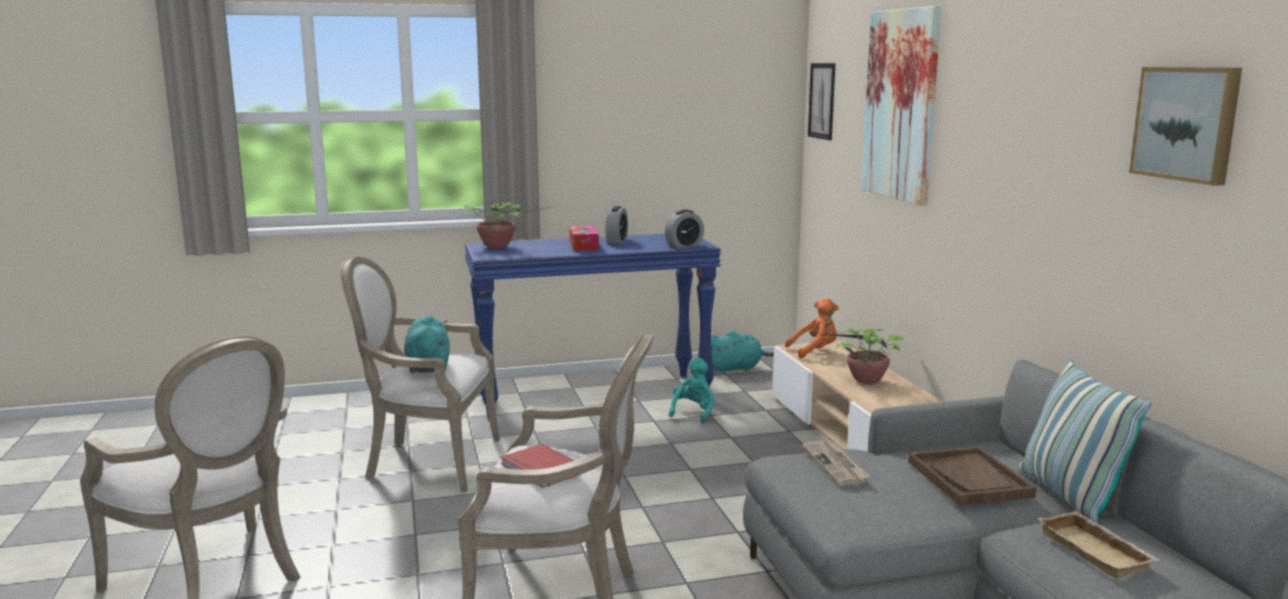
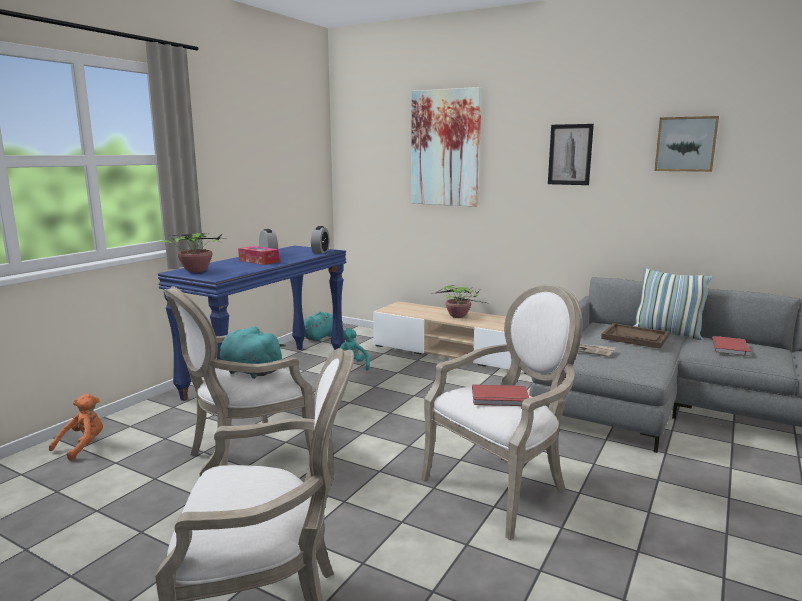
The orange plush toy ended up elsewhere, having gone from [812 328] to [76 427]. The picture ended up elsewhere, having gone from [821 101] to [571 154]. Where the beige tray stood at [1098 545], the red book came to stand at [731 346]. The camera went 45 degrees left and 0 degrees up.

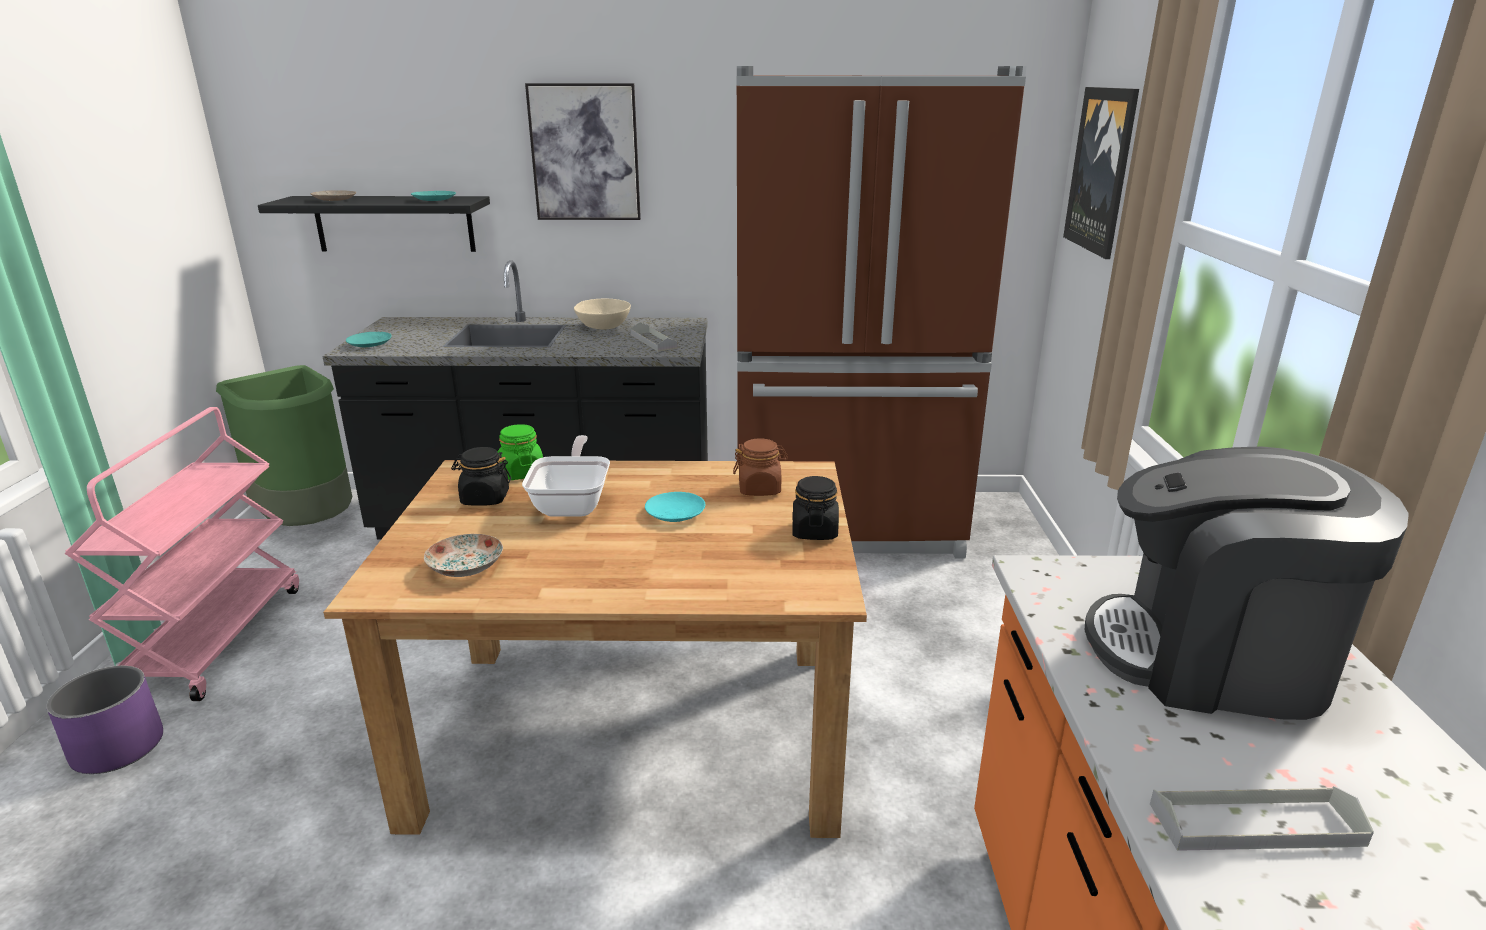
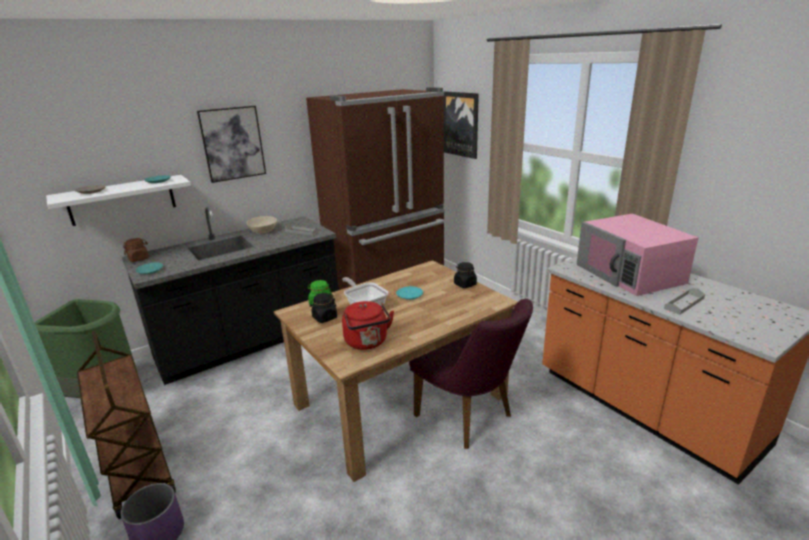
What was the black shelf at [374 224] turned into the white shelf at [118 200]. What was the pink cart at [181 554] turned into the brown cart at [126 425]. The brown jar ended up elsewhere, having gone from [760 467] to [136 250]. Where the plate stood at [463 555], the red kettle came to stand at [368 325]. The second view gained the purple chair at [471 374]. Where the coffee machine stood at [1247 583], the pink microwave came to stand at [637 254]. The camera went 35 degrees left and 0 degrees up.

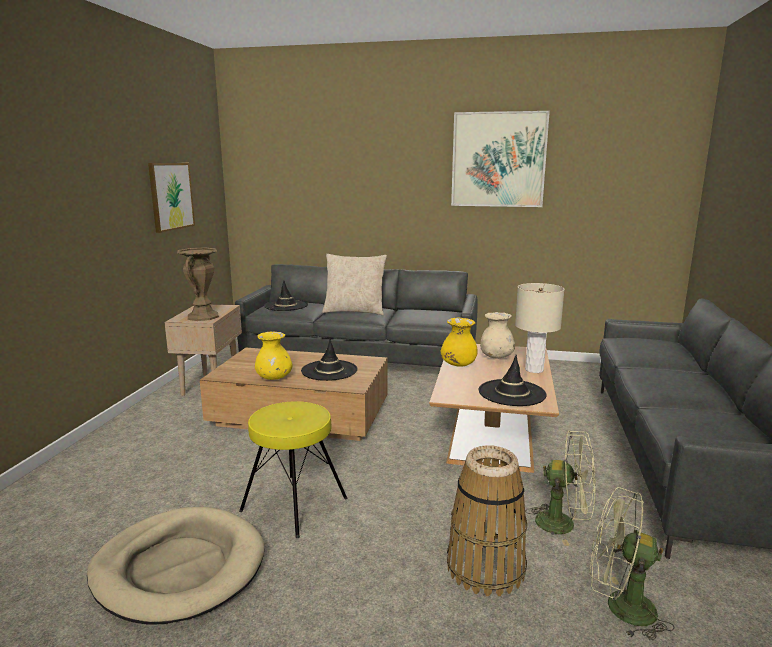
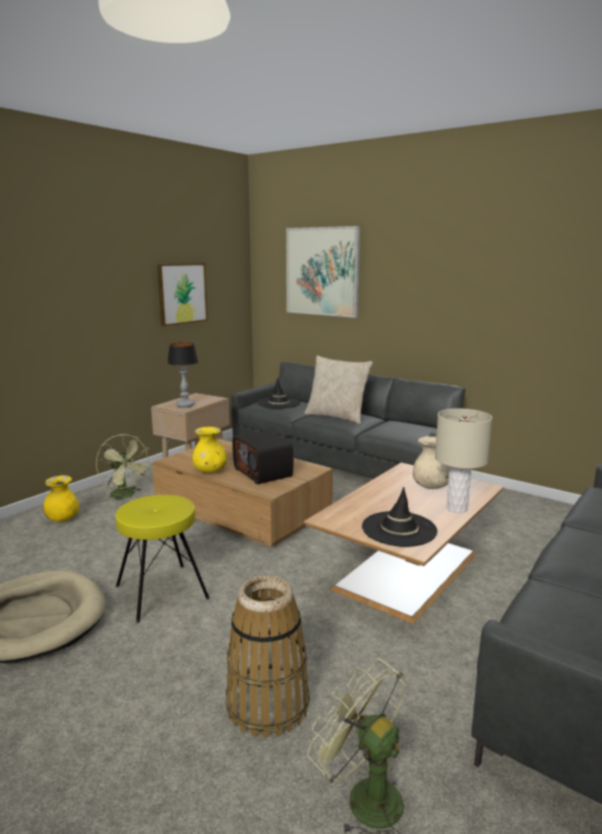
The yellow vase ended up elsewhere, having gone from [459 342] to [61 498]. The green fan ended up elsewhere, having gone from [560 488] to [124 468]. Where the brown vase stood at [198 284], the table lamp came to stand at [182 375]. Where the black hat stood at [329 360], the radio came to stand at [263 457]. The picture ended up elsewhere, having gone from [500 159] to [323 272]. The camera went 25 degrees right and 0 degrees up.

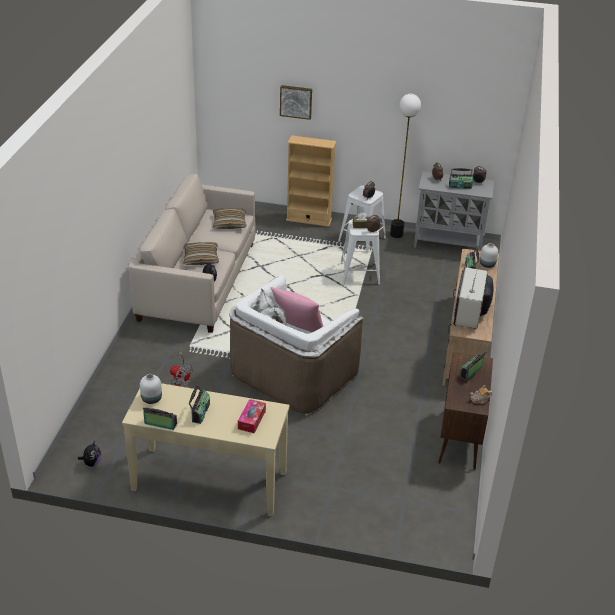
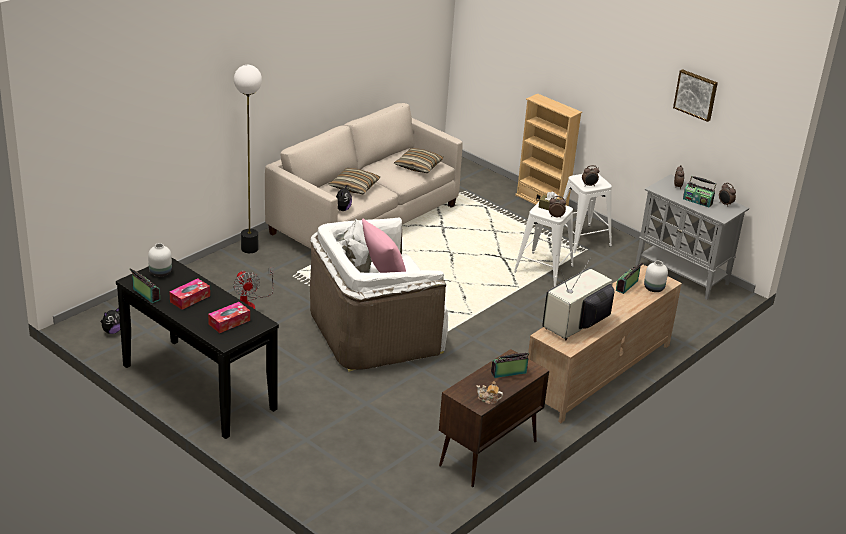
What was the beige console table at [206 449] turned into the black console table at [197 348]. Where the radio stood at [199 404], the tissue box came to stand at [189 294]. The floor lamp ended up elsewhere, having gone from [405 166] to [248 159]. The picture ended up elsewhere, having gone from [296 102] to [695 95]. The camera went 30 degrees right and 5 degrees down.

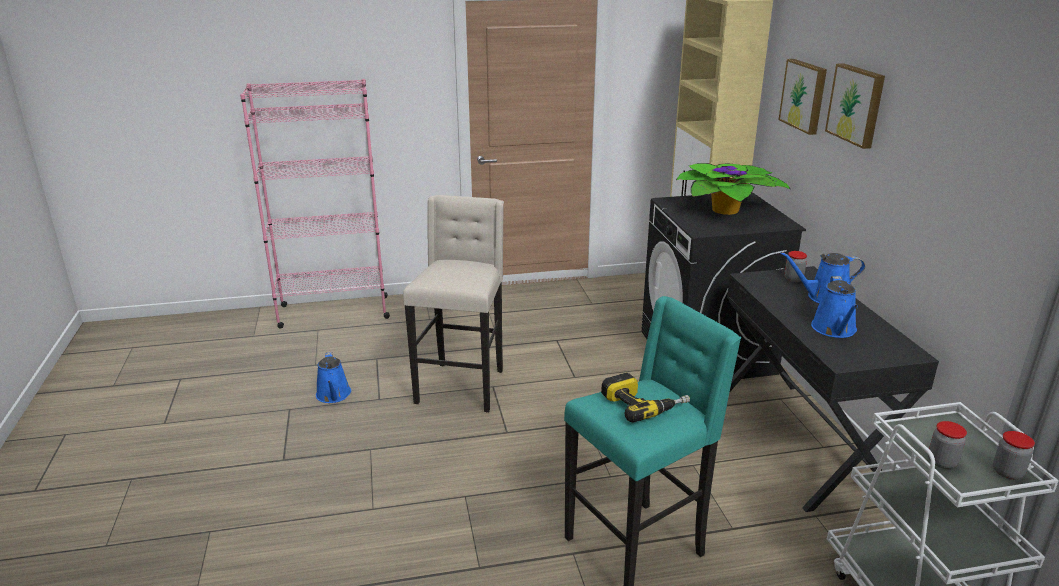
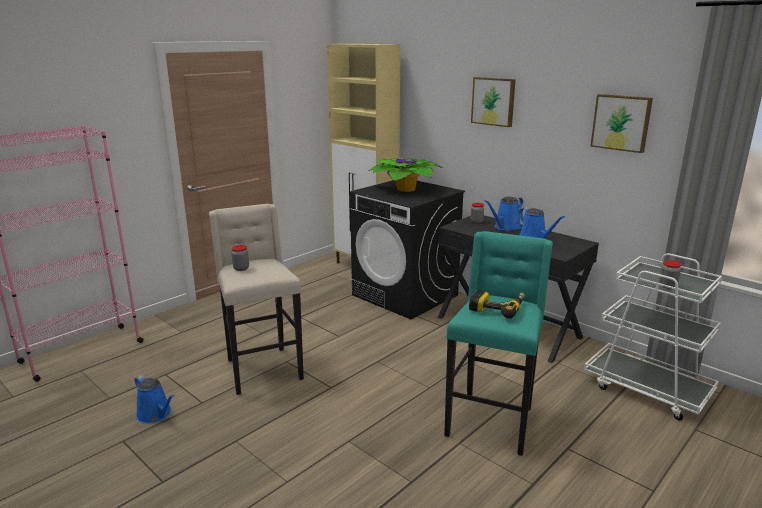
The jar ended up elsewhere, having gone from [1014 455] to [240 258]. The picture ended up elsewhere, having gone from [803 97] to [621 123]. The camera went 35 degrees left and 5 degrees down.

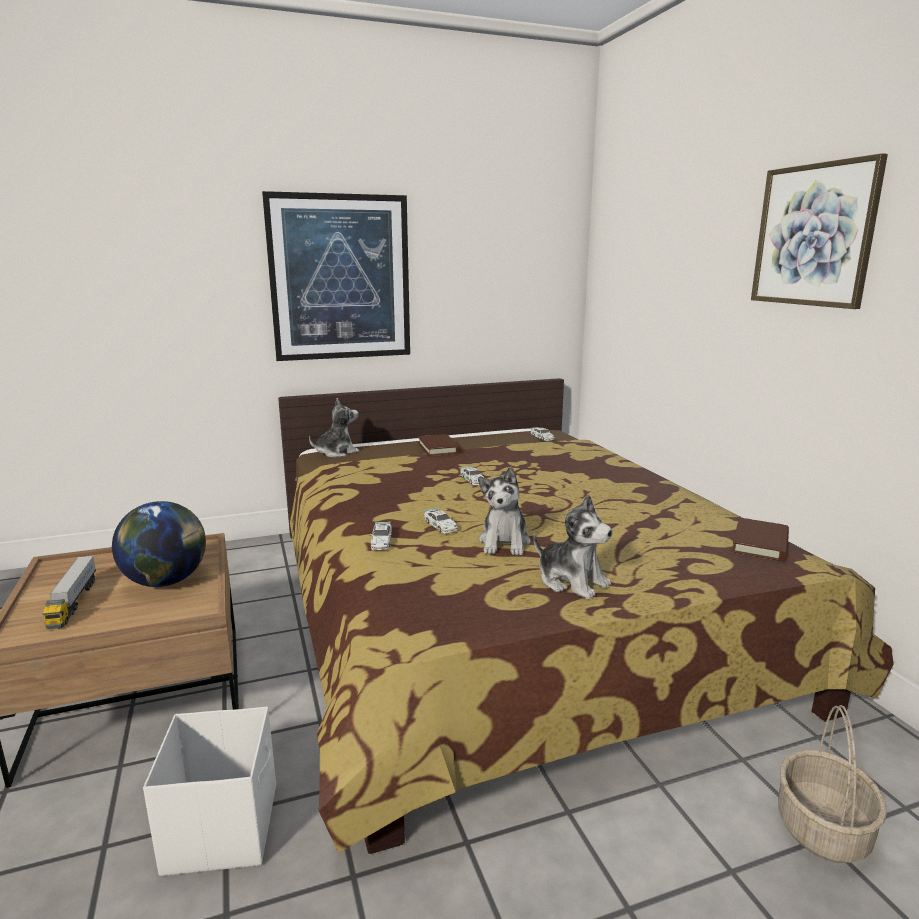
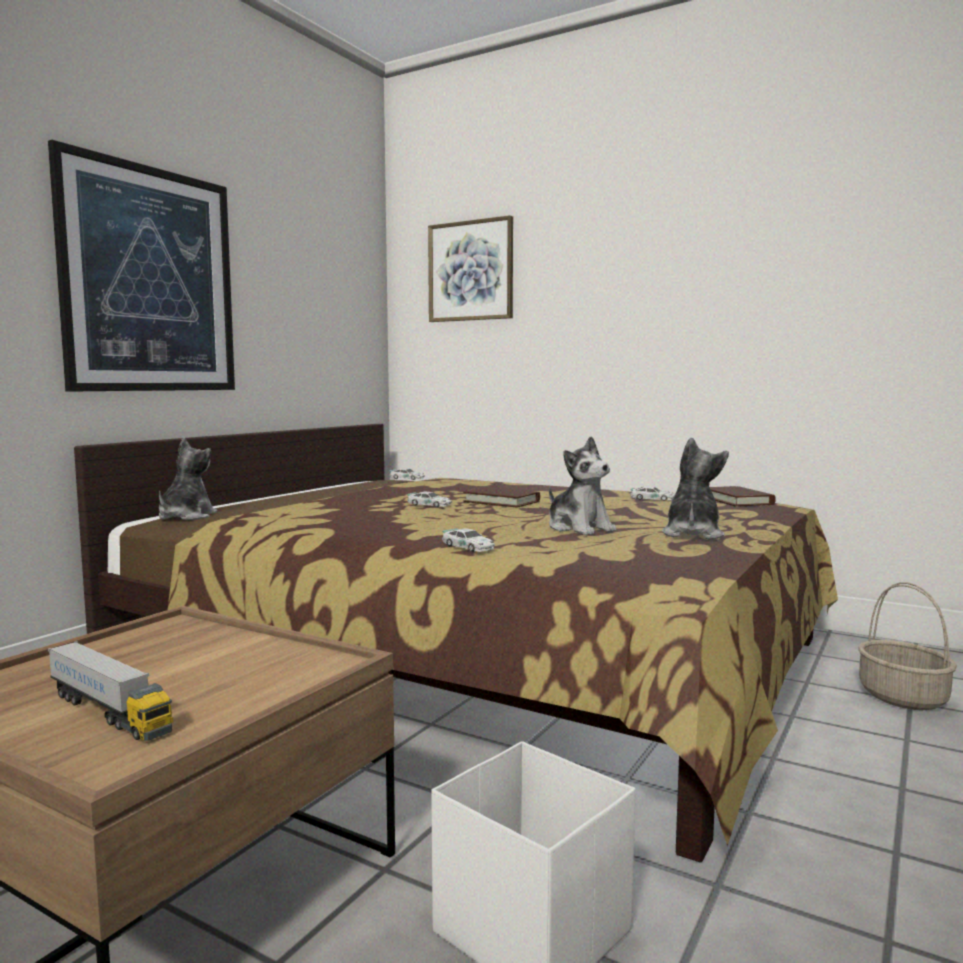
The picture ended up elsewhere, having gone from [819 231] to [470 268]. The brown book ended up elsewhere, having gone from [439 445] to [501 497]. The toy car ended up elsewhere, having gone from [441 520] to [652 493]. The plush toy at [573 546] ended up facing another way, 75 degrees counterclockwise from before. The second view lost the globe at [159 544]. The camera went 40 degrees left and 10 degrees down.

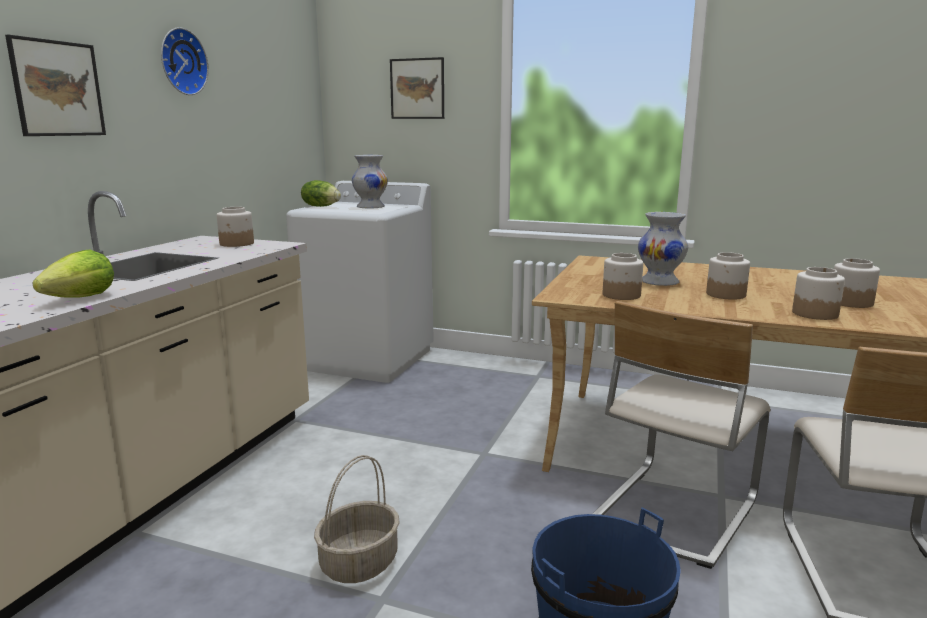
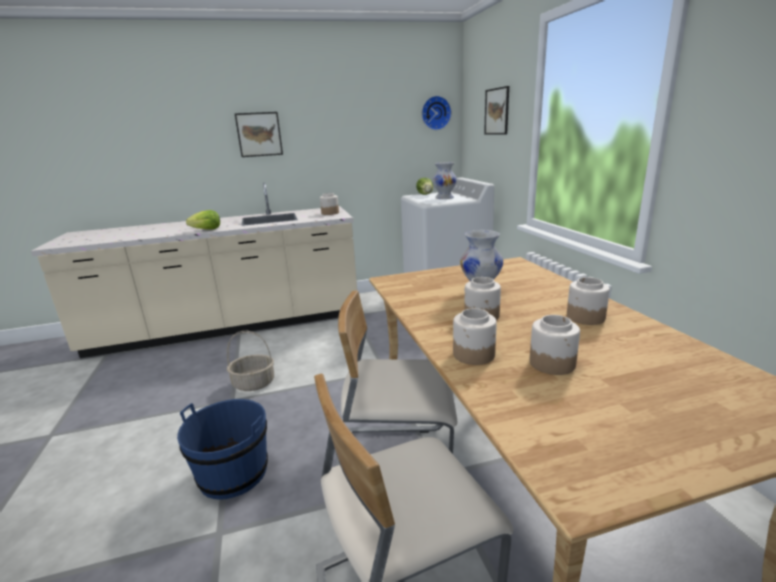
The wall clock ended up elsewhere, having gone from [185 61] to [437 113]. The jar ended up elsewhere, having gone from [623 276] to [588 301]. The camera went 55 degrees right and 5 degrees up.

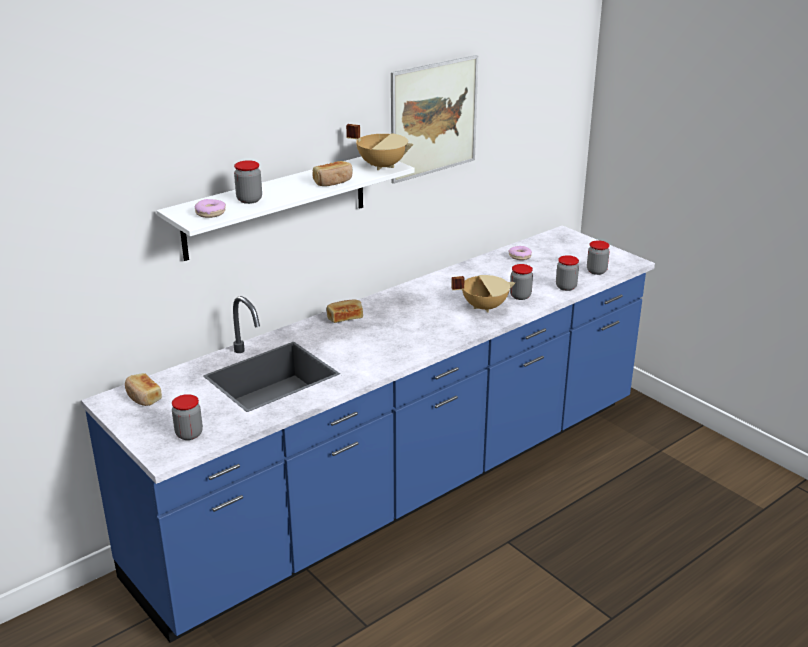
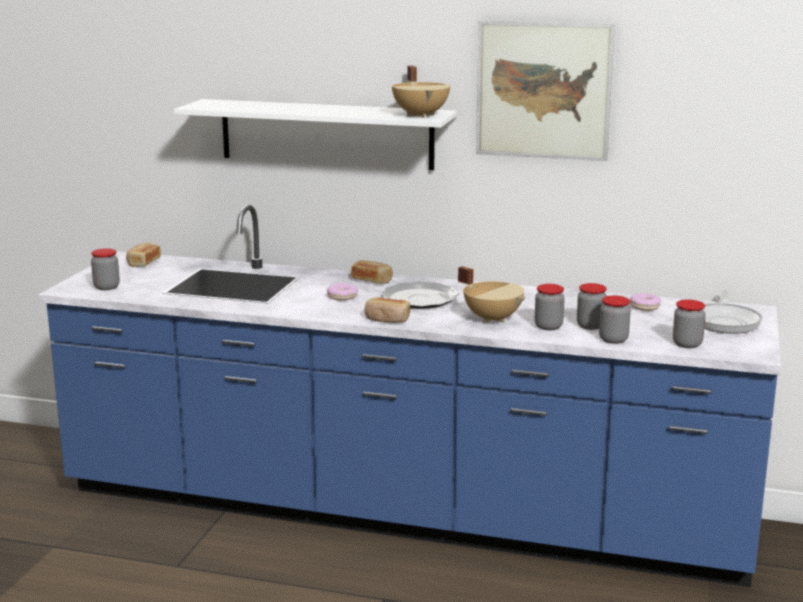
The donut ended up elsewhere, having gone from [210 208] to [342 291]. The bread ended up elsewhere, having gone from [332 173] to [387 310]. The second view gained the plate at [420 295]. The jar ended up elsewhere, having gone from [248 182] to [592 306]. The second view gained the frying pan at [732 312]. The camera went 55 degrees right and 10 degrees down.

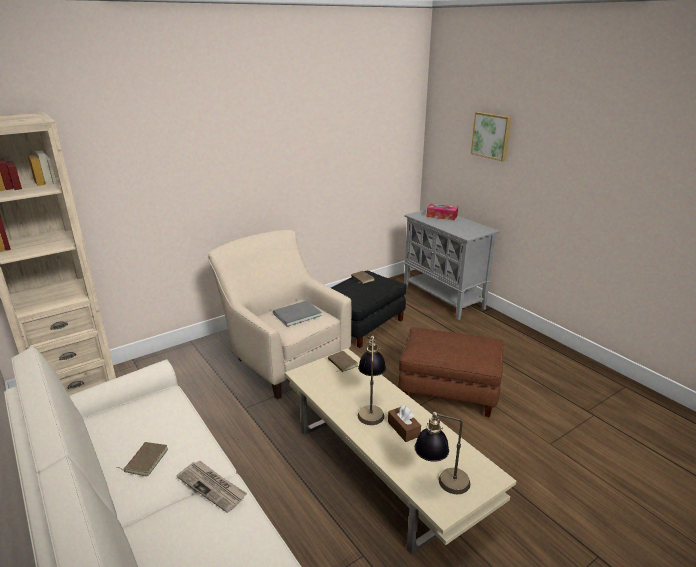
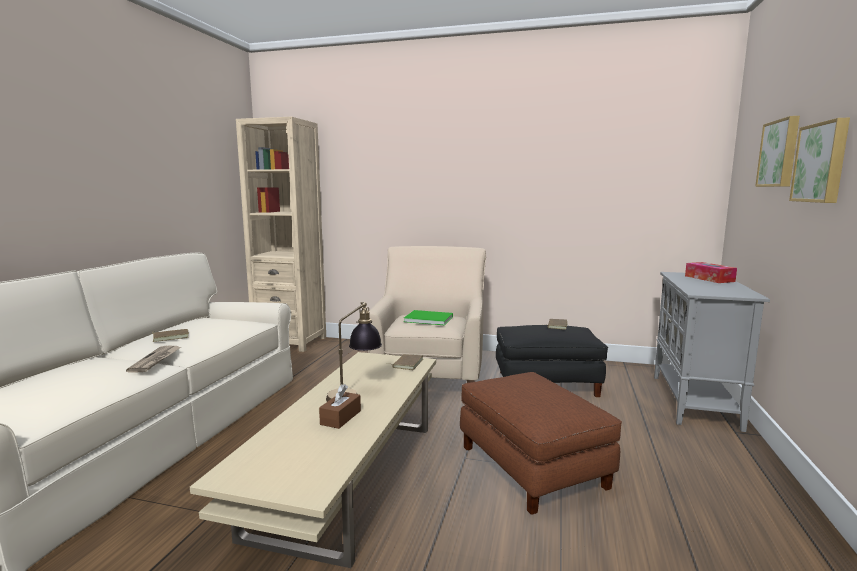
What was the grey book at [297 313] turned into the green book at [428 317]. The second view gained the picture at [819 160]. The second view lost the table lamp at [442 453]. The camera went 50 degrees right and 15 degrees down.

